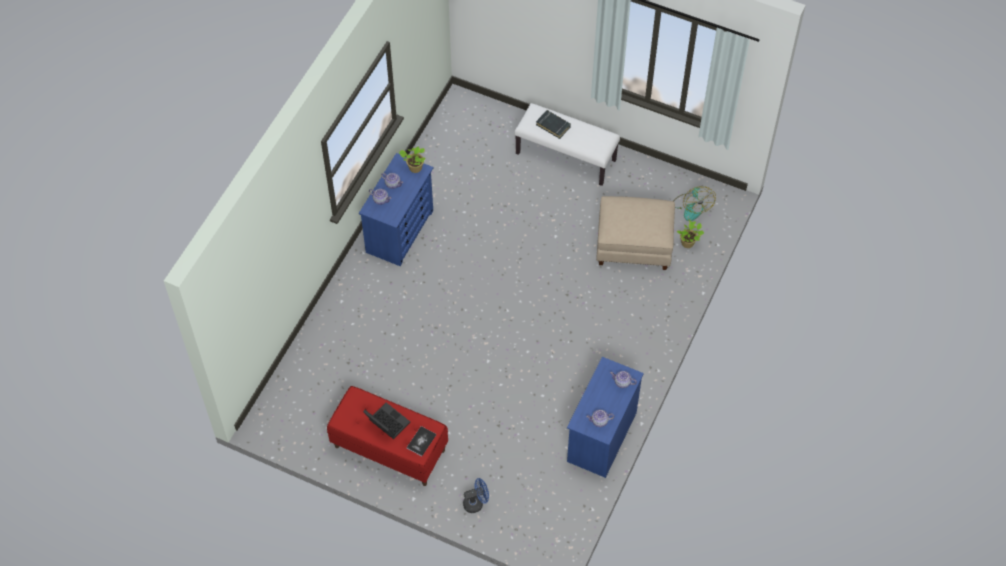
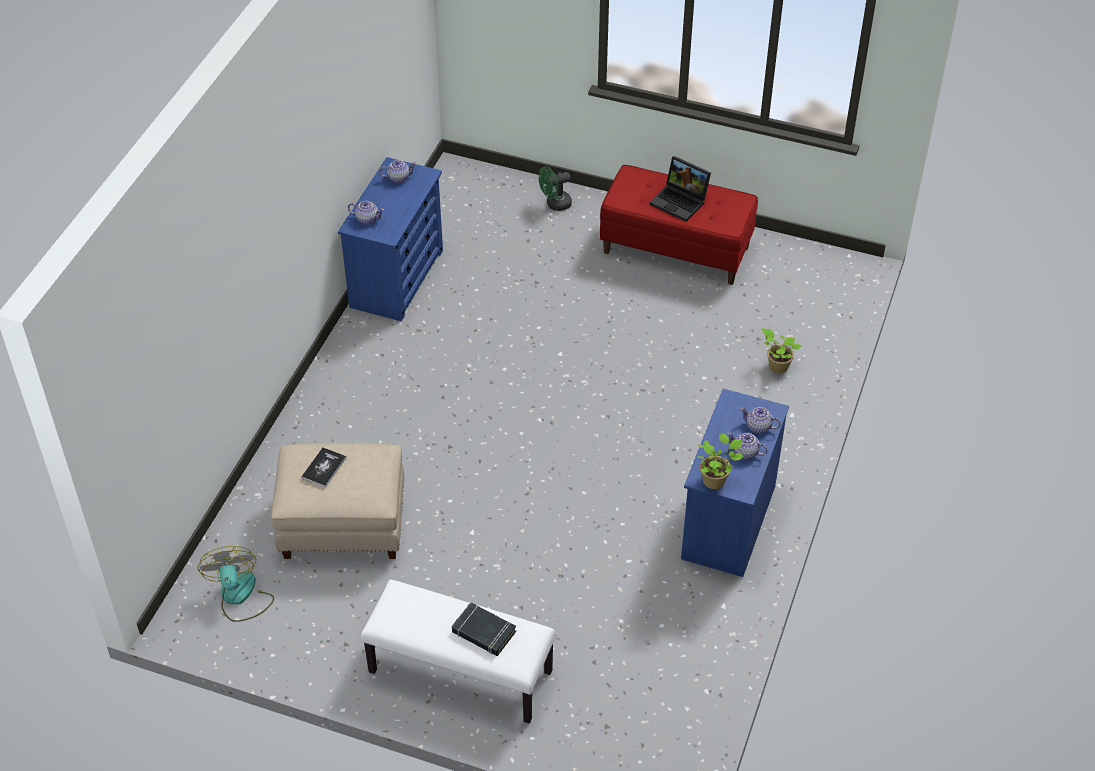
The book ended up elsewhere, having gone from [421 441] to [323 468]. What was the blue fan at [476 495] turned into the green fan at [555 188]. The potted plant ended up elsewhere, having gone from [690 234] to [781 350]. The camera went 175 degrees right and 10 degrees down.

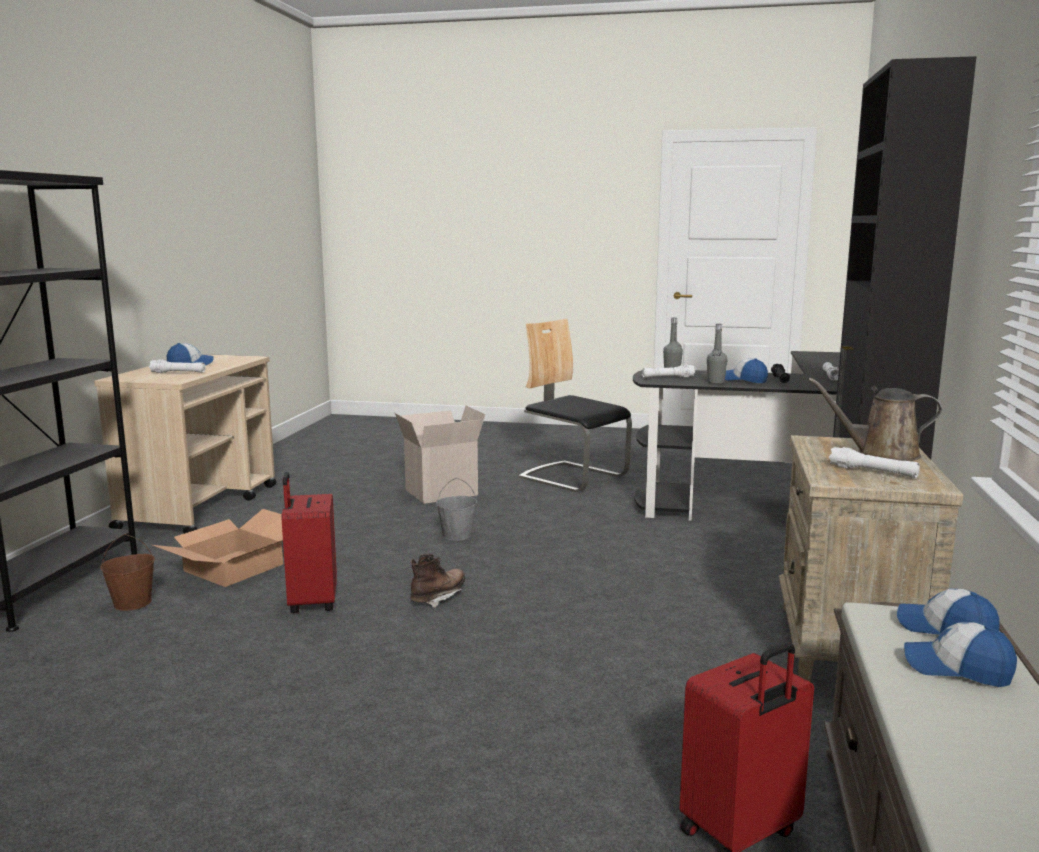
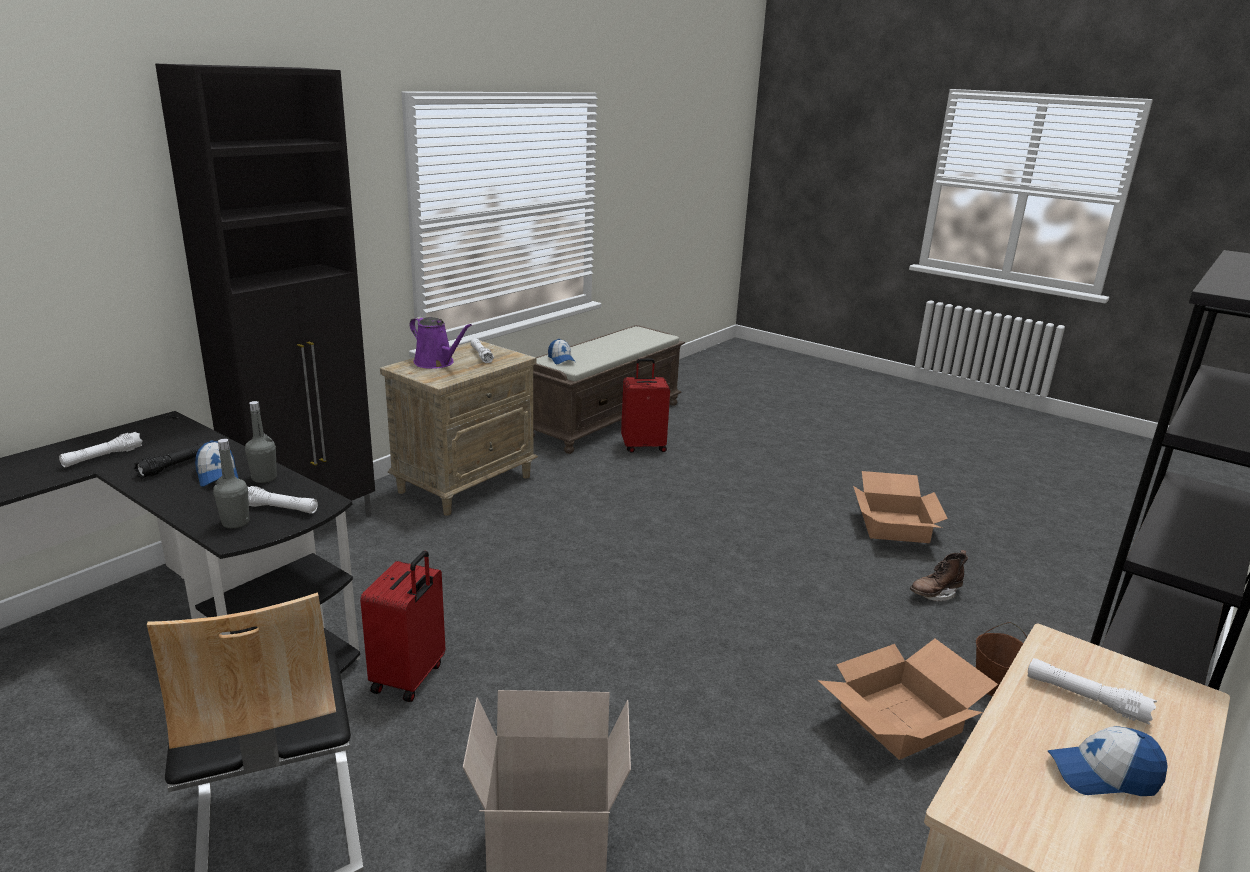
The red suitcase ended up elsewhere, having gone from [309 542] to [402 626]. What was the brown watering can at [875 419] turned into the purple watering can at [441 343]. The second view gained the cardboard box at [900 507]. The brown boot ended up elsewhere, having gone from [437 581] to [939 575]. The second view lost the grey bucket at [456 509]. The second view lost the cap at [960 654]. The camera went 155 degrees left and 10 degrees up.

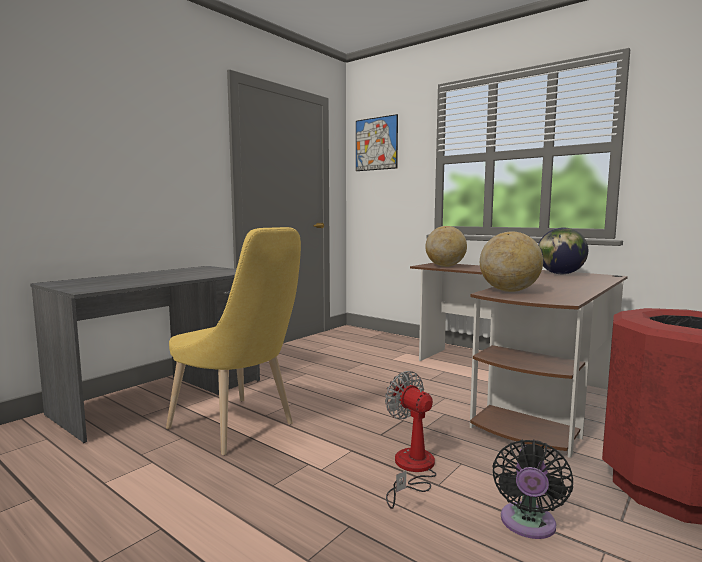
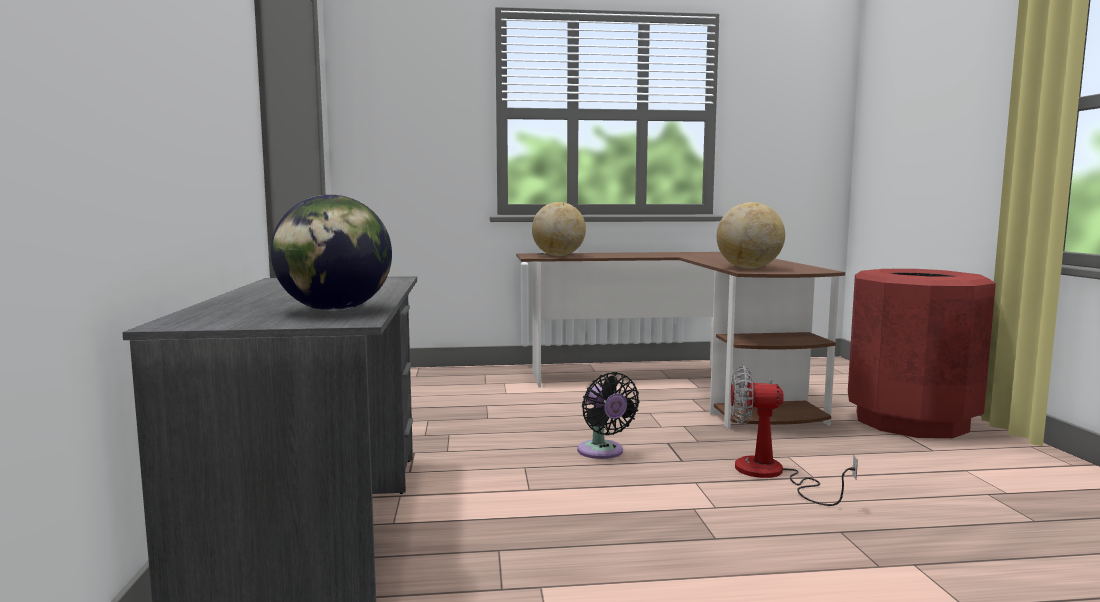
The globe ended up elsewhere, having gone from [563 251] to [331 253]. The black fan ended up elsewhere, having gone from [532 489] to [608 415]. The second view lost the yellow chair at [233 341]. The second view lost the picture at [377 142]. The camera went 45 degrees left and 0 degrees up.

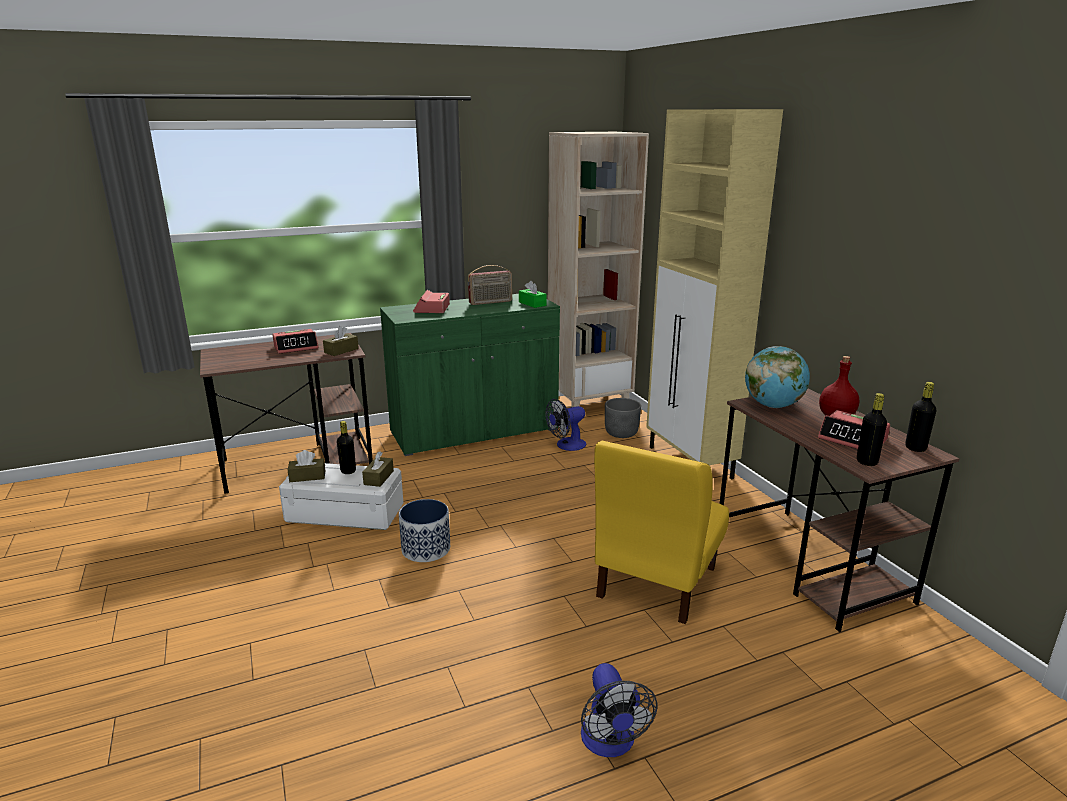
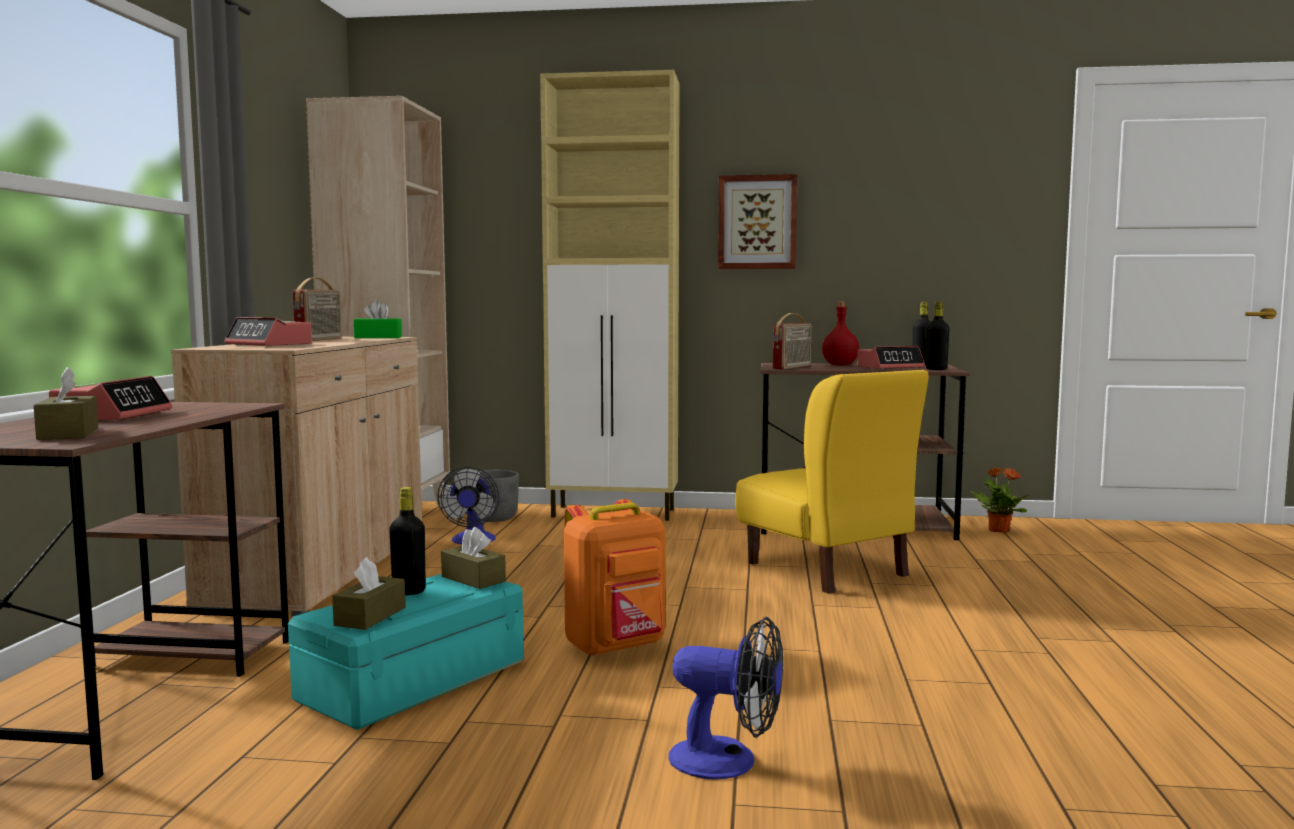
The brown tissue box ended up elsewhere, having gone from [341 341] to [66 403]. What was the green cabinet at [470 375] turned into the beige cabinet at [296 476]. What was the white storage box at [341 496] turned into the turquoise storage box at [406 652]. Where the planter stood at [424 530], the orange backpack came to stand at [614 578]. The fan ended up elsewhere, having gone from [619 710] to [726 698]. The second view gained the picture at [757 221]. Where the globe stood at [777 377], the radio came to stand at [792 341]. The second view gained the potted plant at [999 500]. The camera went 60 degrees left and 15 degrees down.

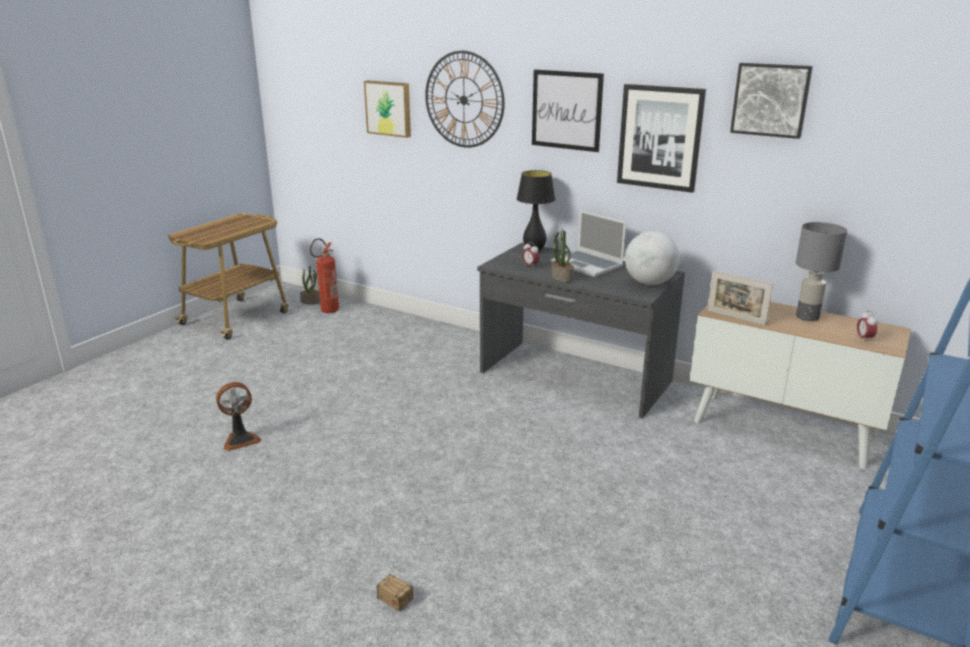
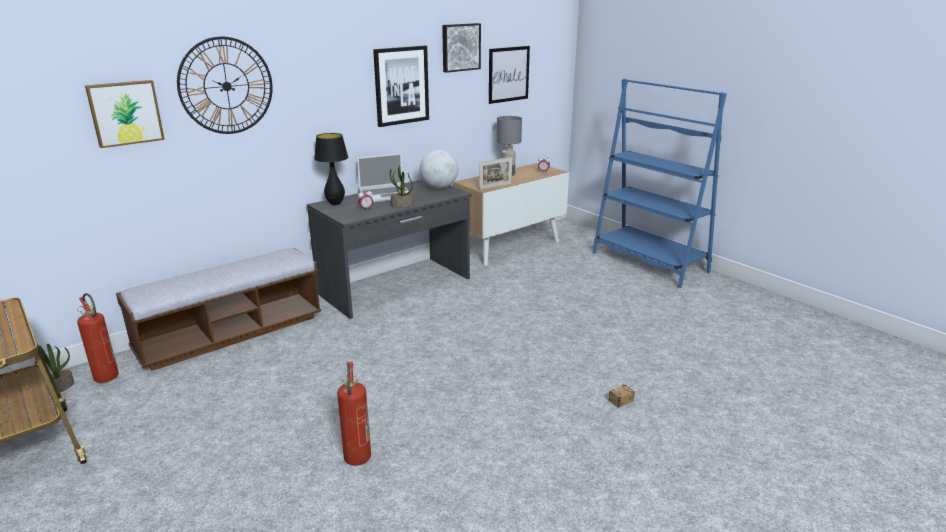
The second view gained the bench at [218 309]. Where the fan stood at [238 416], the fire extinguisher came to stand at [354 413]. The picture ended up elsewhere, having gone from [568 111] to [509 75]. The camera went 70 degrees left and 0 degrees up.

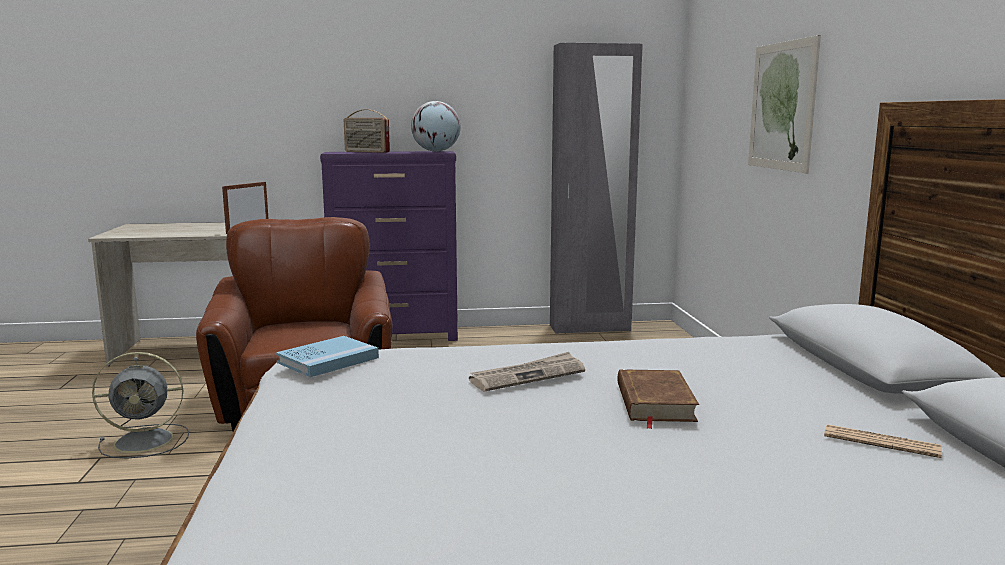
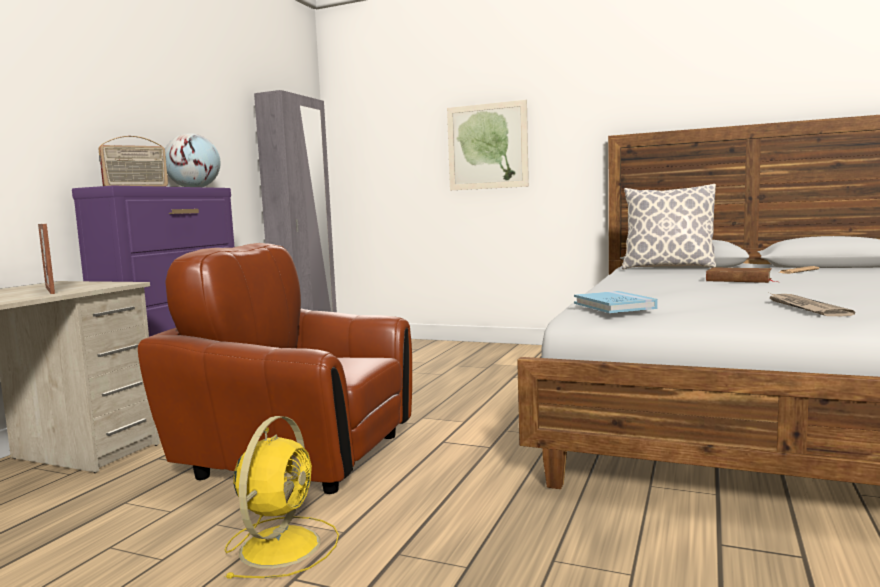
What was the grey fan at [140 405] turned into the yellow fan at [282 497]. The second view gained the pillow at [669 227]. The newspaper ended up elsewhere, having gone from [527 371] to [811 304]. The camera went 60 degrees left and 5 degrees down.

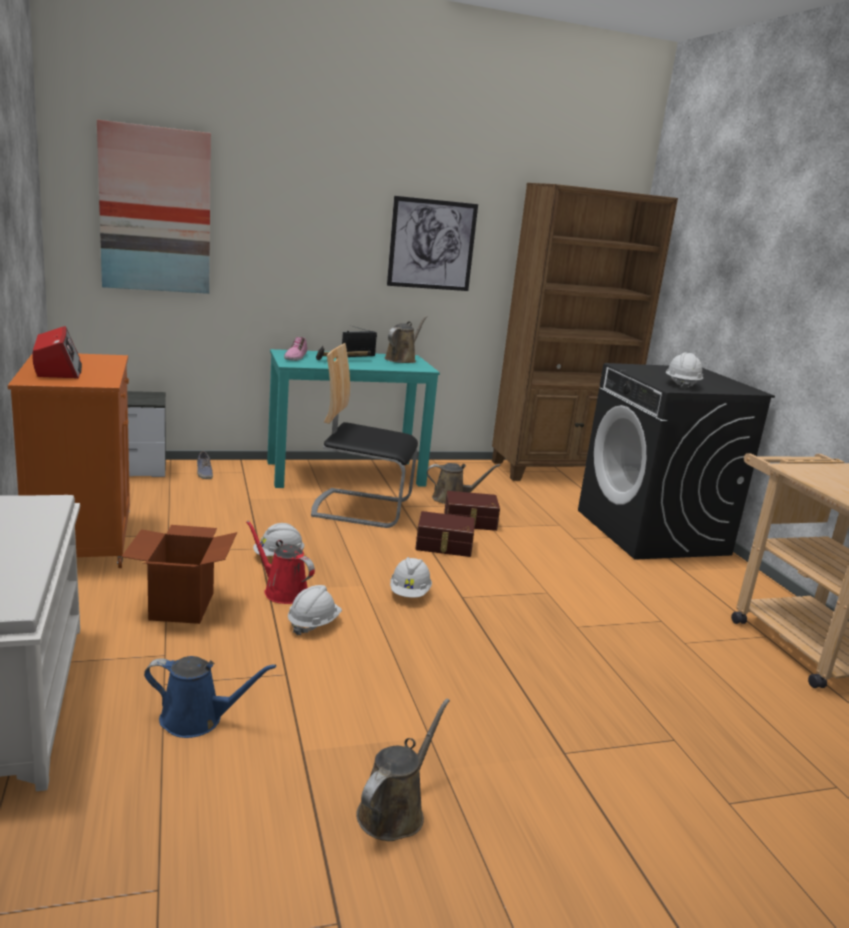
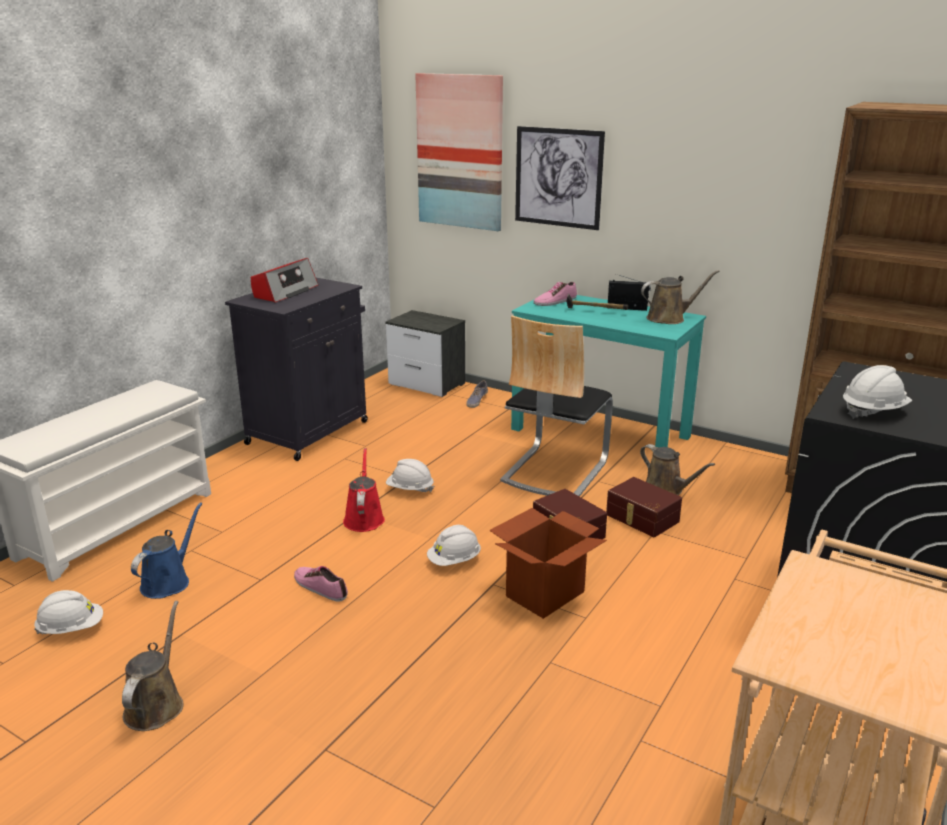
The white hard hat ended up elsewhere, having gone from [315 610] to [68 612]. The brown watering can at [403 770] ended up facing another way, 75 degrees counterclockwise from before. The blue watering can at [210 697] ended up facing another way, 120 degrees counterclockwise from before. What was the orange cabinet at [69 461] turned into the black cabinet at [296 369]. The second view gained the shoe at [321 584]. The cardboard box ended up elsewhere, having gone from [179 574] to [548 563]. The chair at [364 435] ended up facing another way, 120 degrees counterclockwise from before. The picture ended up elsewhere, having gone from [432 243] to [560 178]. The camera went 50 degrees right and 5 degrees up.

